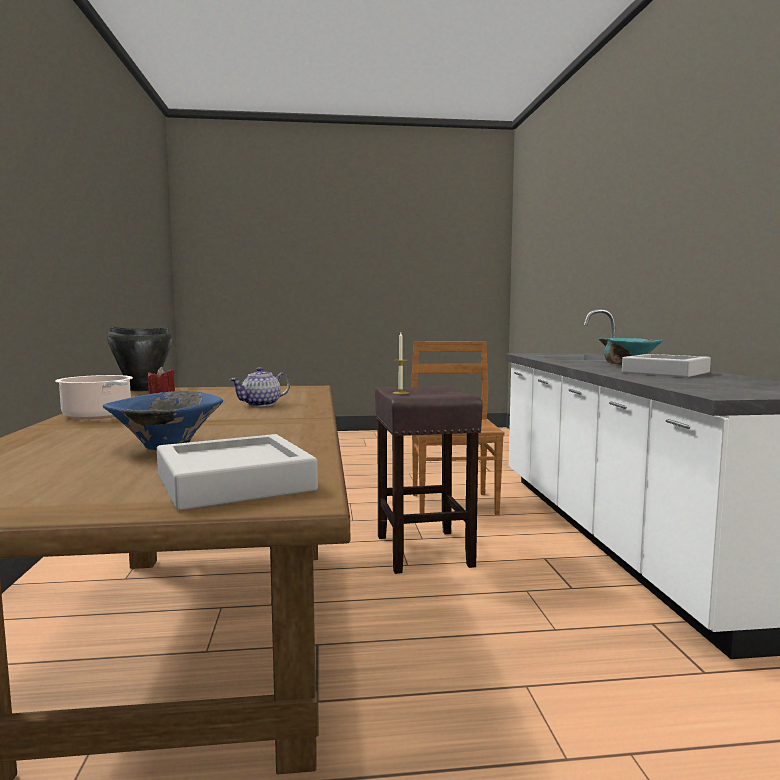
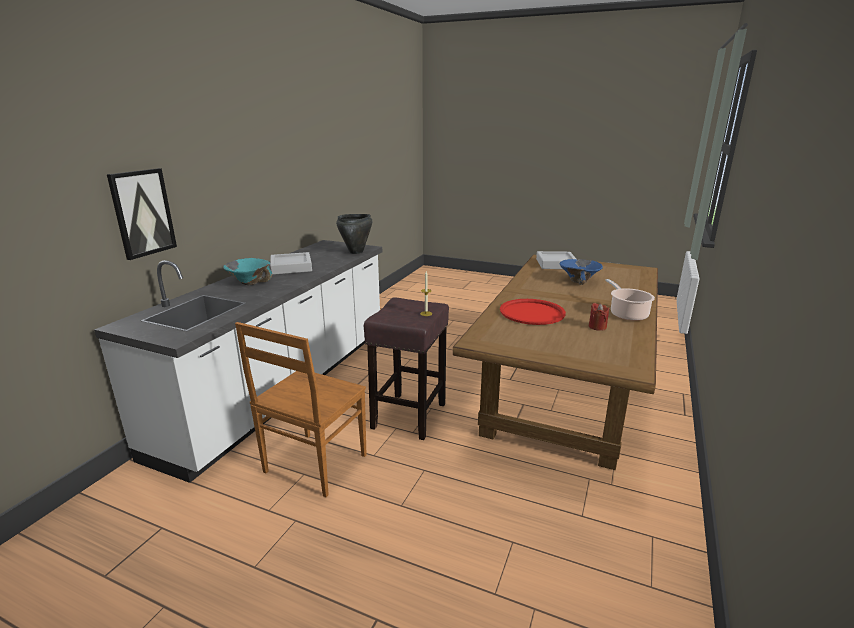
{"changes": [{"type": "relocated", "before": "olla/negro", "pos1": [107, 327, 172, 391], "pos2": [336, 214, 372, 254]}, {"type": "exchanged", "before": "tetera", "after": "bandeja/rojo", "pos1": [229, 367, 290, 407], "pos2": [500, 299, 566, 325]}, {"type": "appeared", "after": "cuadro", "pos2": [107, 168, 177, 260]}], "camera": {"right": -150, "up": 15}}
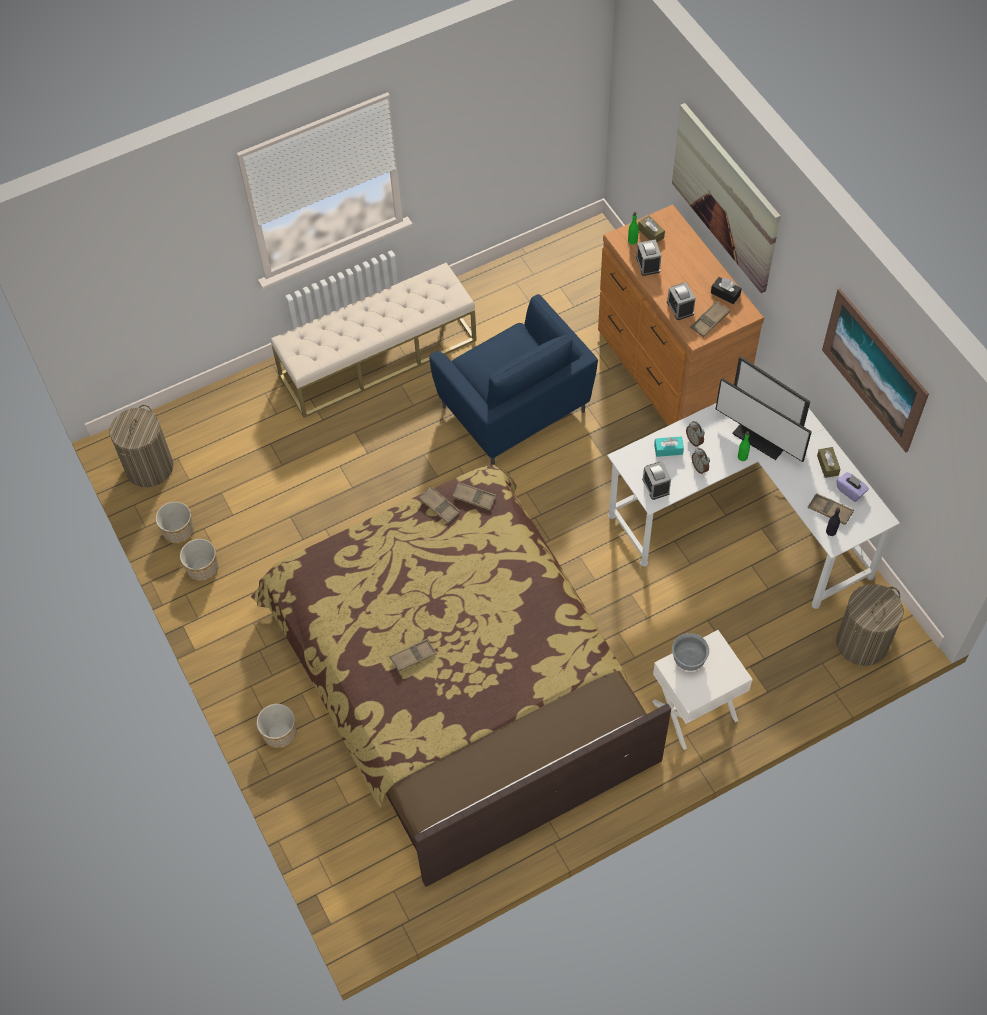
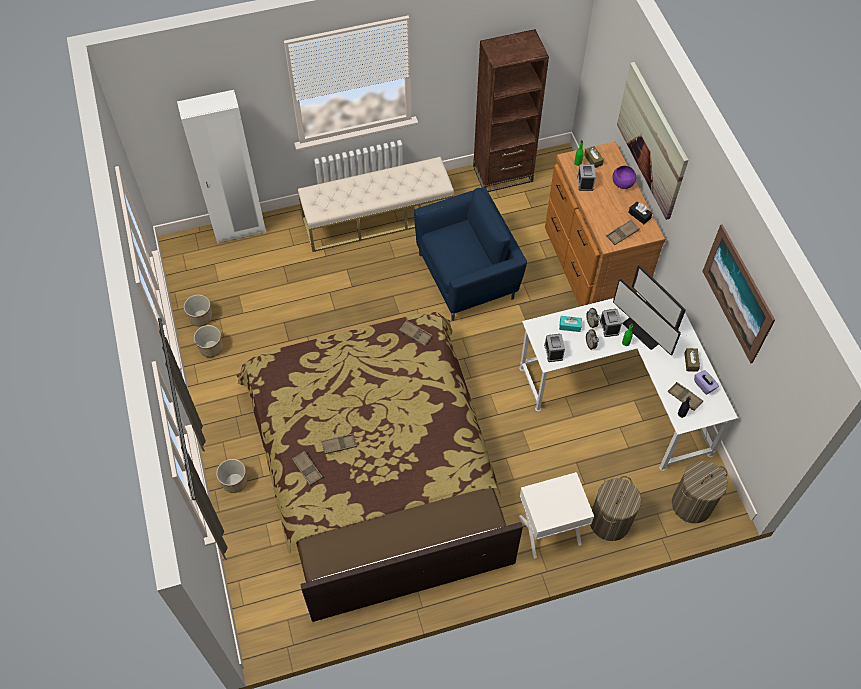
{"changes": [{"type": "relocated", "before": "cesto de la ropa", "pos1": [109, 405, 173, 487], "pos2": [590, 476, 641, 541]}, {"type": "relocated", "before": "bandeja/marrón", "pos1": [419, 487, 460, 524], "pos2": [292, 451, 323, 485]}, {"type": "spun", "before": "sillón/azul", "pos1": [429, 294, 598, 465], "pos2": [414, 187, 527, 321], "turn": -90}, {"type": "relocated", "before": "despertador", "pos1": [667, 282, 696, 320], "pos2": [600, 309, 622, 337]}, {"type": "missing", "before": "cuenco/gris", "pos1": [672, 633, 709, 671]}, {"type": "appeared", "after": "armario ropero/blanco", "pos2": [177, 90, 266, 243]}, {"type": "appeared", "after": "estantería/marrón", "pos2": [473, 29, 549, 192]}, {"type": "appeared", "after": "cuenco/morado", "pos2": [613, 166, 636, 189]}], "camera": {"right": 10, "up": 0}}
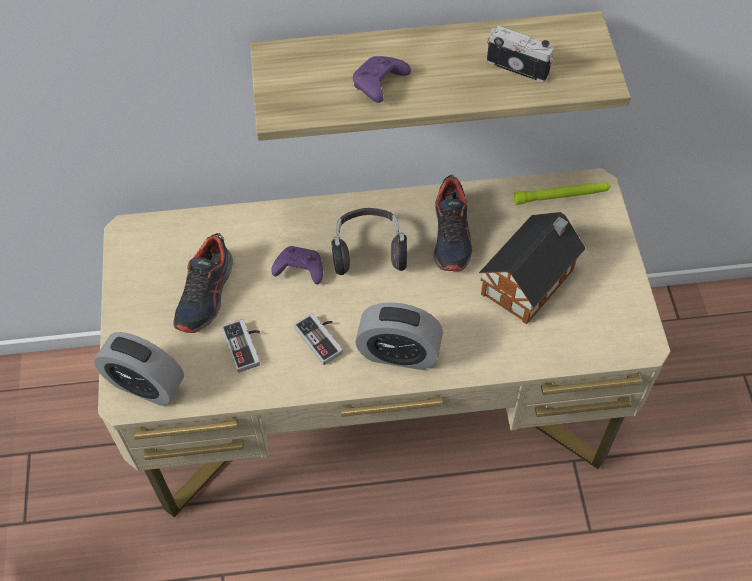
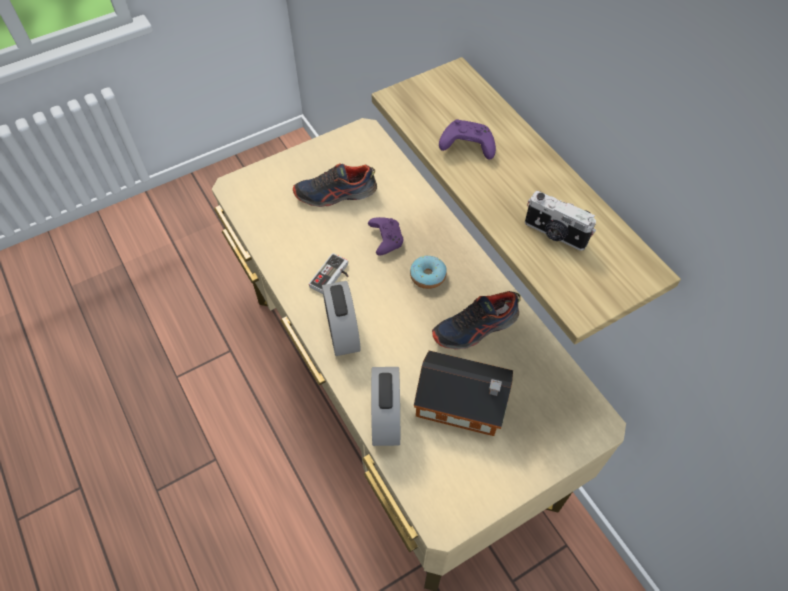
{"changes": [{"type": "relocated", "before": "despertador", "pos1": [94, 332, 184, 406], "pos2": [371, 367, 400, 446]}, {"type": "missing", "before": "mando de consola", "pos1": [222, 319, 260, 373]}, {"type": "exchanged", "before": "auriculares", "after": "rosquilla", "pos1": [331, 208, 407, 275], "pos2": [410, 256, 447, 289]}, {"type": "spun", "before": "cámara", "pos1": [487, 25, 554, 82], "pos2": [525, 191, 596, 251], "turn": 120}, {"type": "missing", "before": "linterna/verde", "pos1": [514, 182, 611, 205]}], "camera": {"right": 65, "up": 0}}
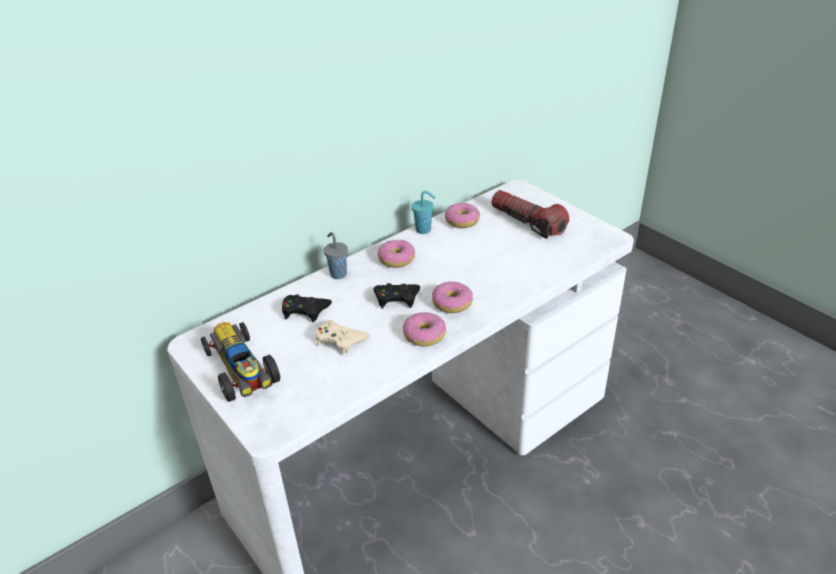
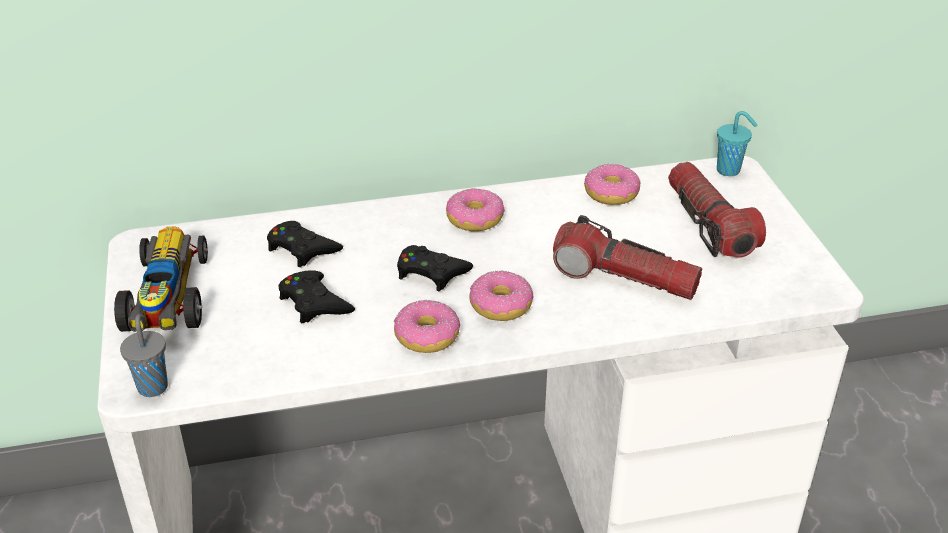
{"changes": [{"type": "colour", "before": "mando de consola/beis", "after": "mando de consola/negro", "pos1": [315, 320, 370, 355], "pos2": [279, 270, 355, 323]}, {"type": "relocated", "before": "taza/gris", "pos1": [324, 232, 348, 279], "pos2": [120, 314, 168, 397]}, {"type": "relocated", "before": "taza/turquesa", "pos1": [411, 191, 436, 234], "pos2": [717, 111, 757, 176]}, {"type": "appeared", "after": "linterna", "pos2": [553, 215, 702, 300]}], "camera": {"right": 25, "up": 0}}
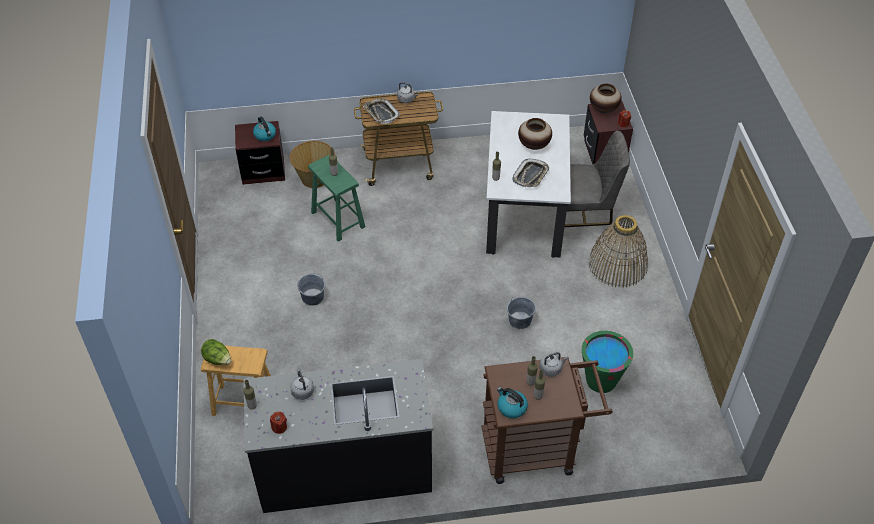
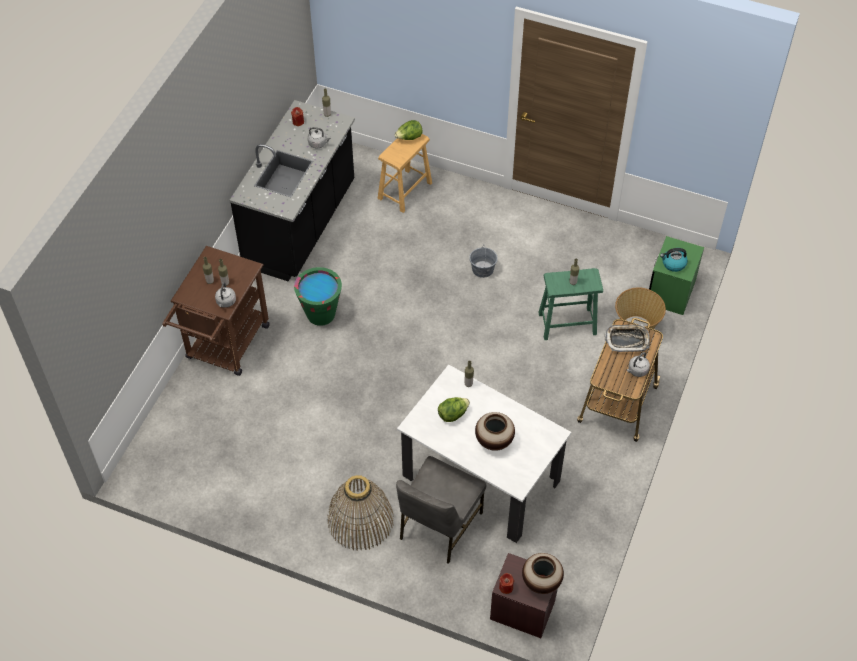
{"changes": [{"type": "colour", "before": "mesita de noche/marrón", "after": "mesita de noche/verde", "pos1": [235, 121, 285, 185], "pos2": [649, 236, 704, 315]}, {"type": "missing", "before": "hervidor", "pos1": [497, 387, 528, 418]}, {"type": "missing", "before": "cubo/gris", "pos1": [507, 297, 536, 329]}, {"type": "exchanged", "before": "bandeja", "after": "lechuga", "pos1": [512, 159, 549, 187], "pos2": [438, 397, 470, 422]}, {"type": "relocated", "before": "cubo/verde", "pos1": [582, 331, 633, 393], "pos2": [294, 267, 342, 326]}], "camera": {"right": 120, "up": 5}}
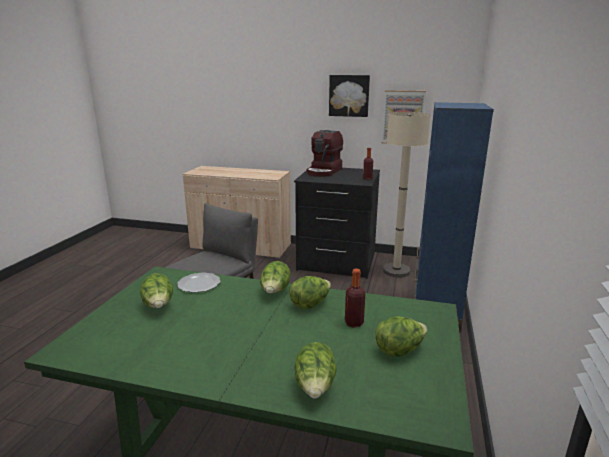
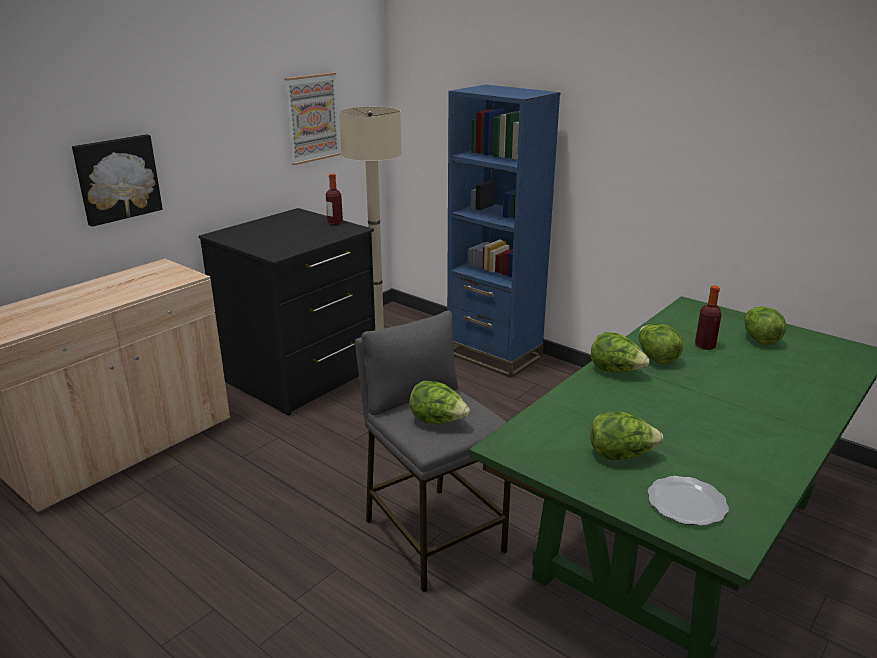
{"changes": [{"type": "relocated", "before": "plato", "pos1": [177, 272, 221, 293], "pos2": [647, 476, 729, 526]}, {"type": "relocated", "before": "lechuga", "pos1": [294, 342, 337, 398], "pos2": [409, 380, 470, 424]}, {"type": "missing", "before": "cafetera", "pos1": [307, 130, 343, 177]}, {"type": "relocated", "before": "cuadro", "pos1": [329, 75, 370, 117], "pos2": [72, 134, 163, 227]}], "camera": {"right": -65, "up": 5}}
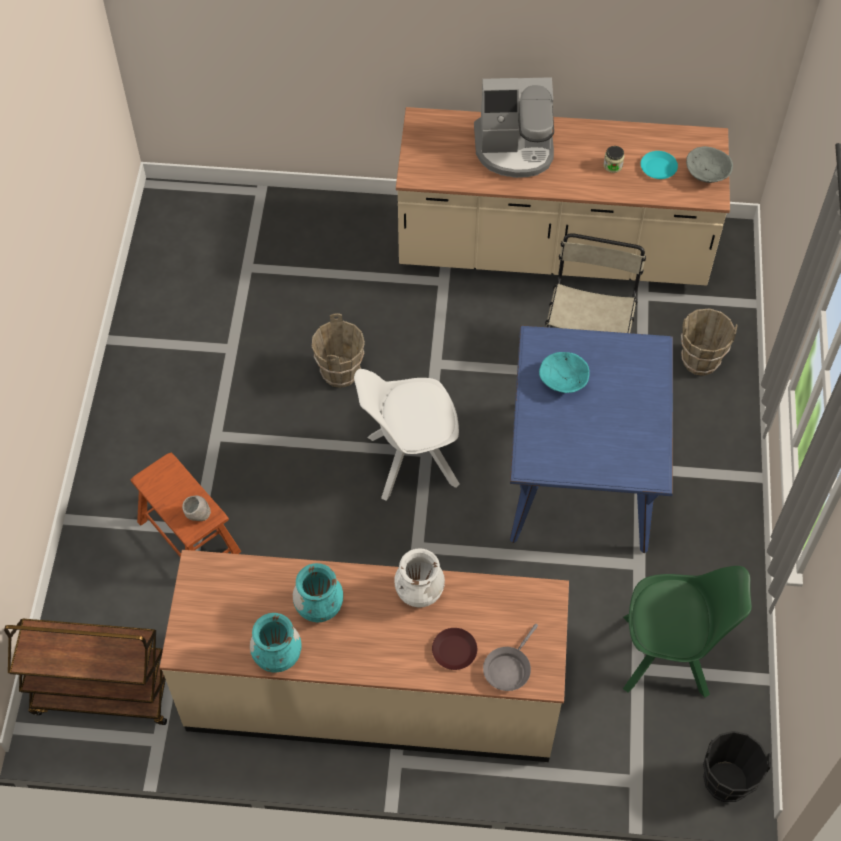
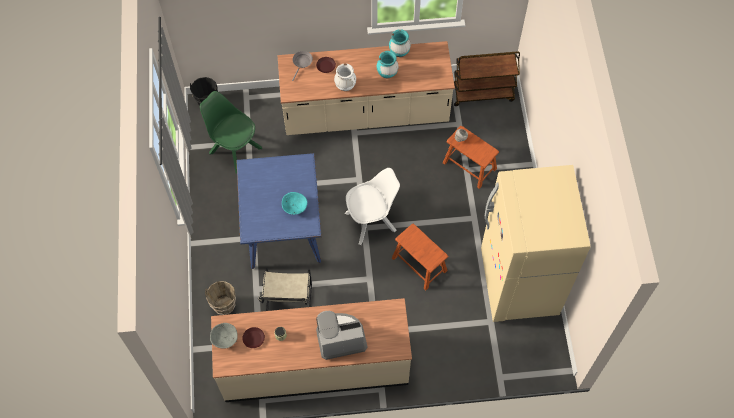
{"changes": [{"type": "exchanged", "before": "cubo/marrón", "after": "taburete/marrón", "pos1": [312, 313, 365, 388], "pos2": [392, 224, 448, 290]}, {"type": "spun", "before": "silla/verde", "pos1": [623, 566, 752, 698], "pos2": [200, 91, 262, 174], "turn": 45}, {"type": "colour", "before": "plato/turquesa", "after": "plato/marrón", "pos1": [641, 151, 678, 179], "pos2": [242, 327, 265, 348]}, {"type": "appeared", "after": "nevera/beis", "pos2": [481, 165, 590, 322]}], "camera": {"right": 170, "up": 5}}
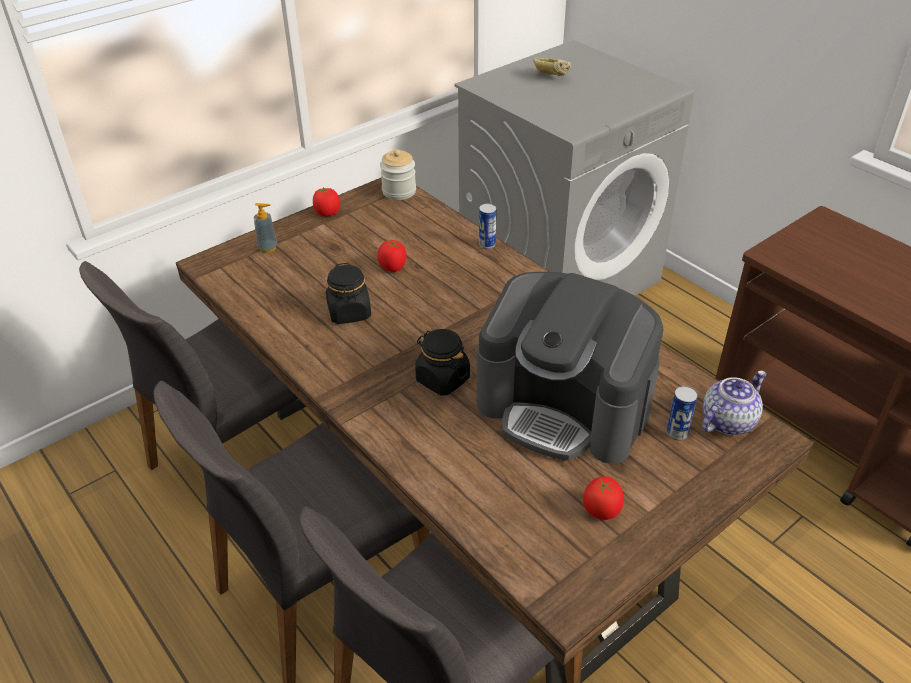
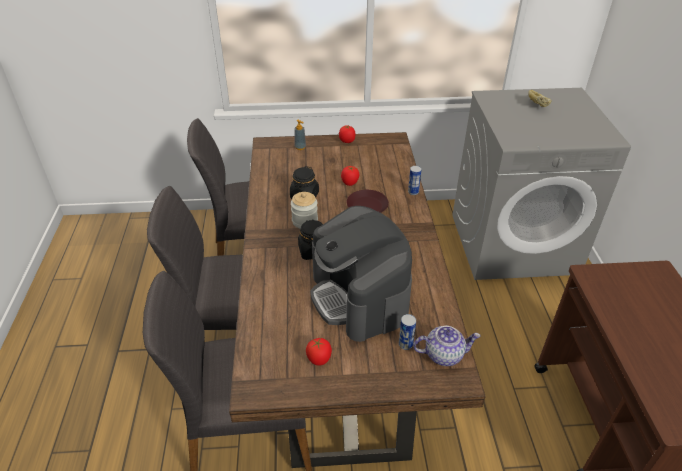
{"changes": [{"type": "relocated", "before": "tarro", "pos1": [380, 149, 416, 200], "pos2": [291, 192, 318, 228]}, {"type": "appeared", "after": "plato/marrón", "pos2": [346, 190, 389, 213]}], "camera": {"right": 35, "up": 0}}
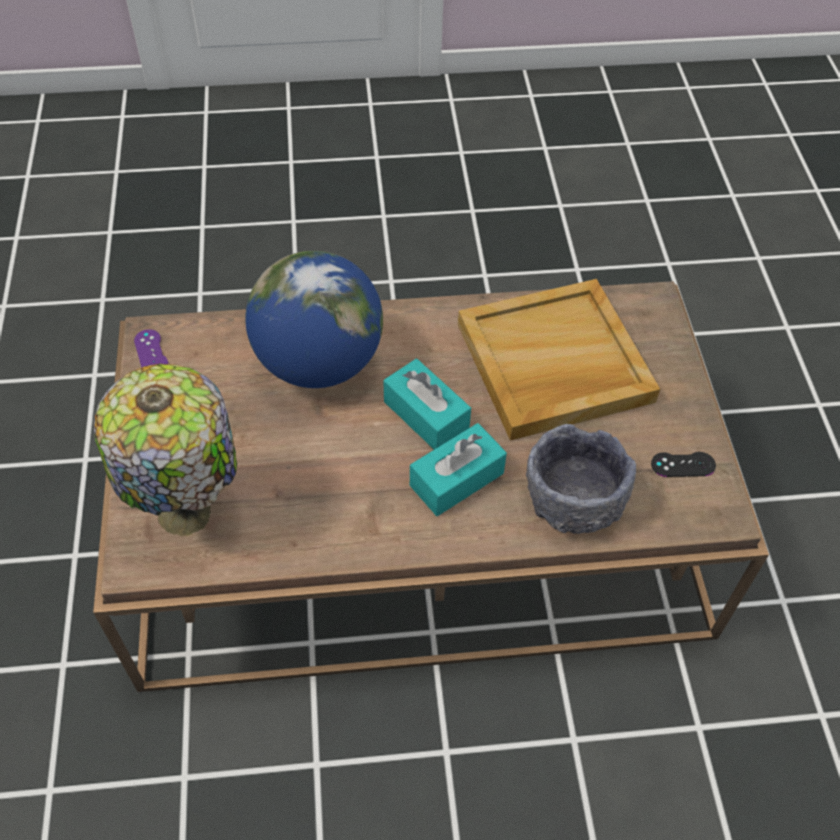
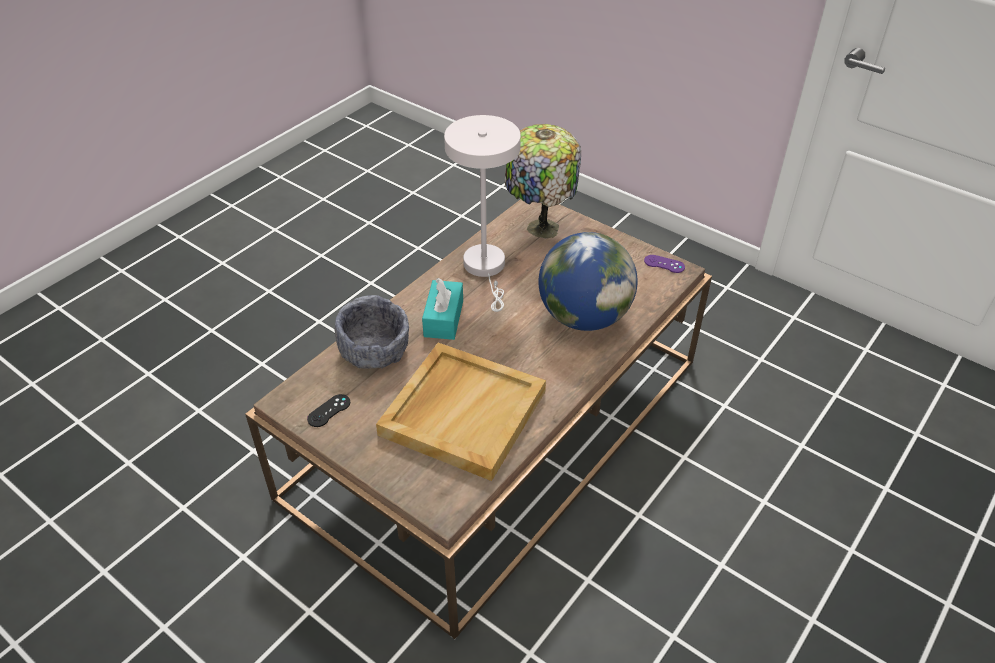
{"changes": [{"type": "missing", "before": "caja de pañuelos/turquesa", "pos1": [384, 359, 471, 450]}, {"type": "appeared", "after": "lámpara de mesa/blanco", "pos2": [444, 115, 521, 312]}], "camera": {"right": 135, "up": -10}}
